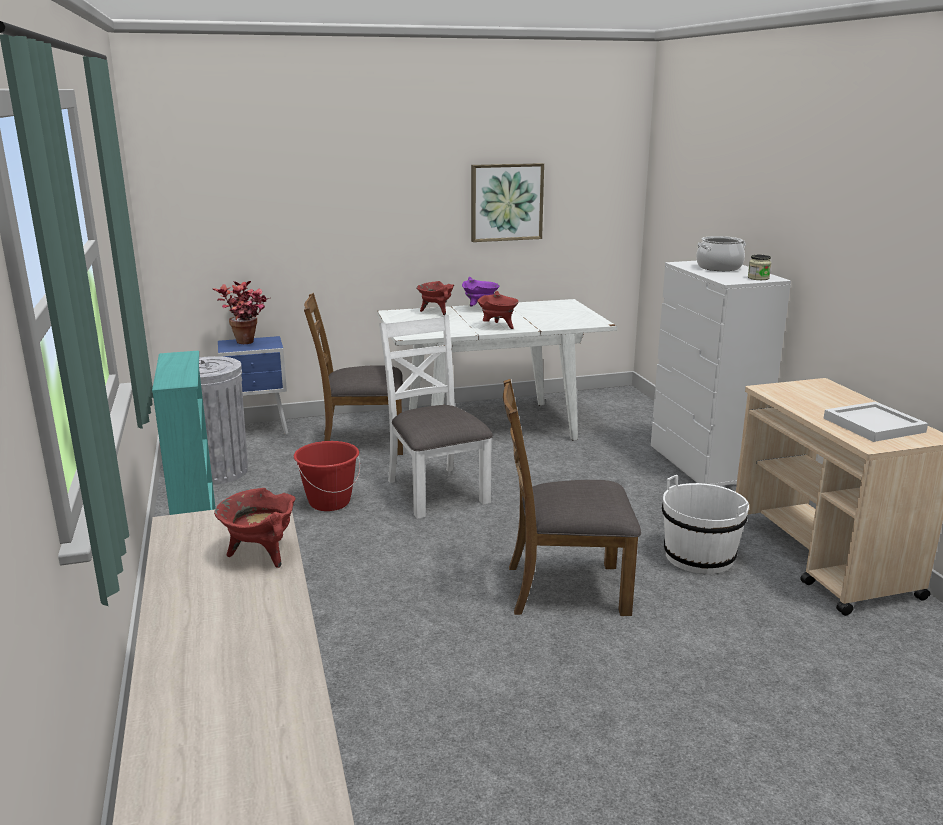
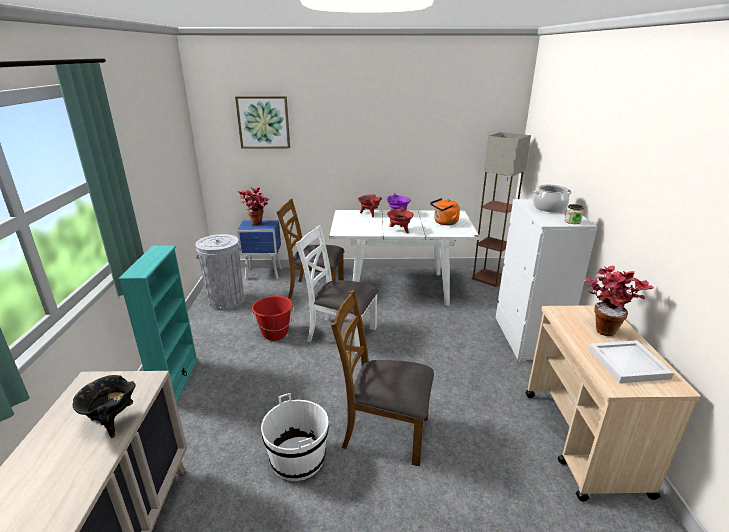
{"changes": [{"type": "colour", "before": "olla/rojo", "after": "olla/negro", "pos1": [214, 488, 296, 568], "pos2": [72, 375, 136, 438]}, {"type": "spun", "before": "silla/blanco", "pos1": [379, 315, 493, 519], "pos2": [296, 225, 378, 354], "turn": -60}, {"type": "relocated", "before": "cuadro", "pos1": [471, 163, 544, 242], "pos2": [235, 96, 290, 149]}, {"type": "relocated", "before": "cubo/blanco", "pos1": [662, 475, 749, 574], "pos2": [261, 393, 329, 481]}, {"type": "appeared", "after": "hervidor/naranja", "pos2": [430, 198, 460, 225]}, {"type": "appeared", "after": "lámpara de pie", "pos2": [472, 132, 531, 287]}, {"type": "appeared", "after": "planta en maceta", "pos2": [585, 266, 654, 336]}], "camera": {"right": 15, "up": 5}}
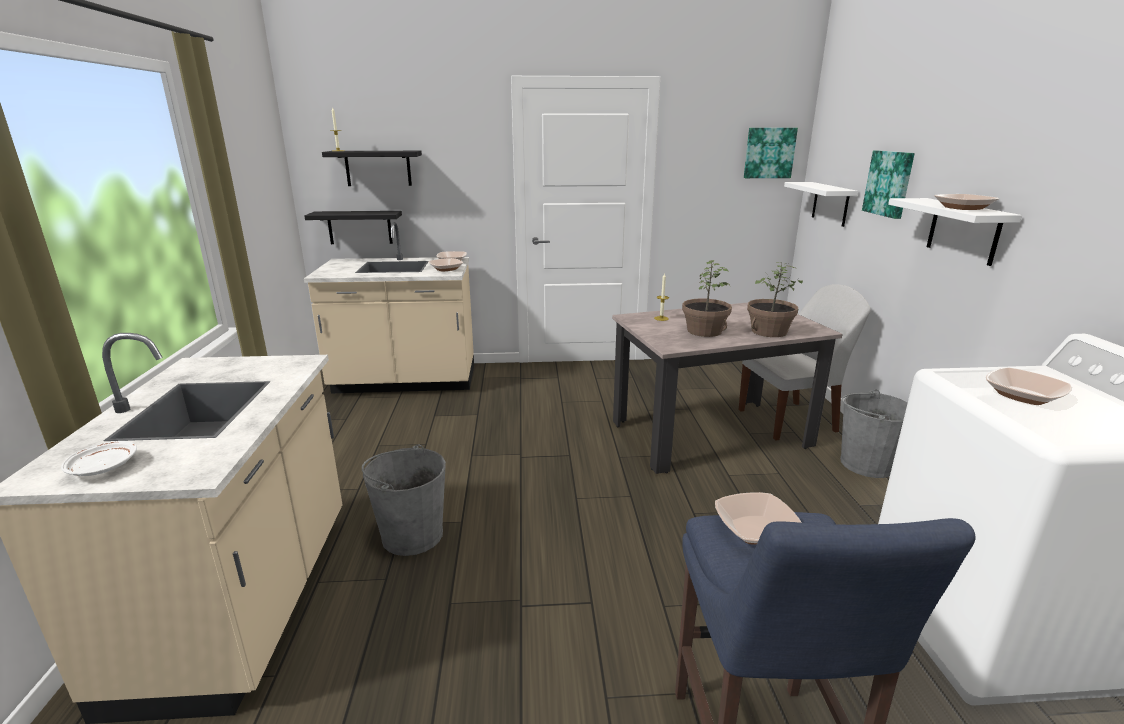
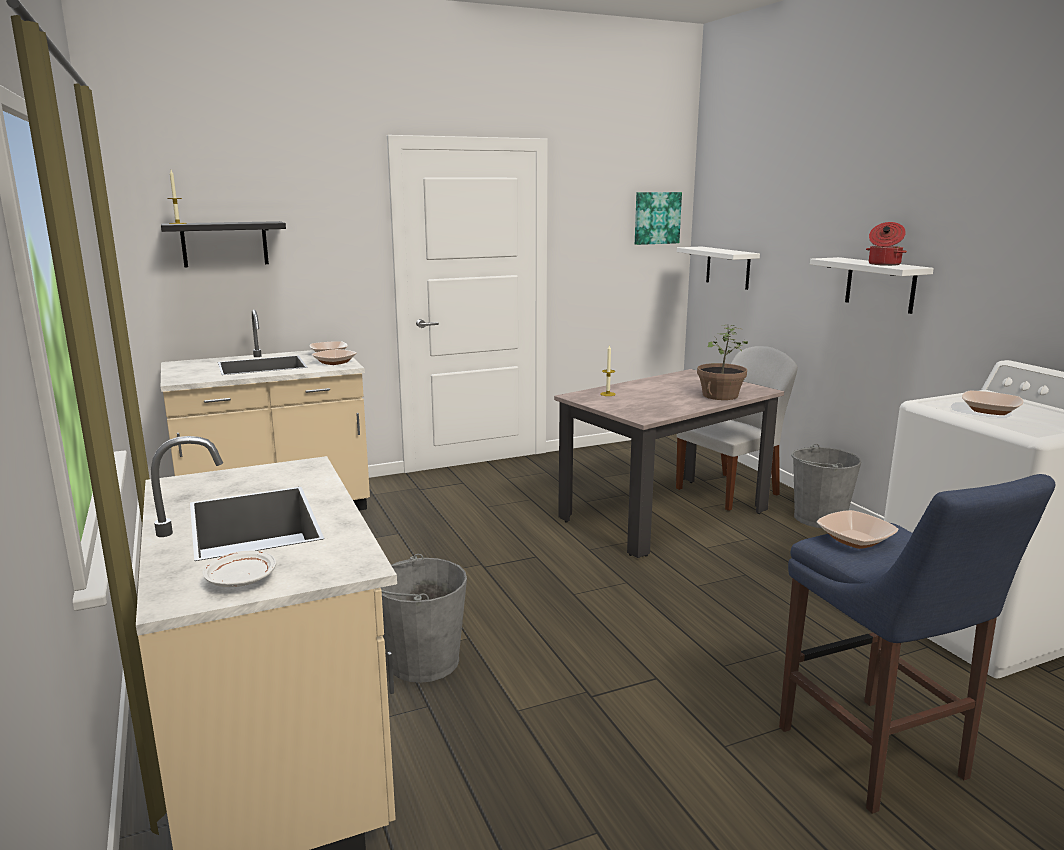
{"changes": [{"type": "missing", "before": "estante/negro", "pos1": [304, 211, 402, 244]}, {"type": "missing", "before": "planta en maceta", "pos1": [682, 260, 732, 337]}, {"type": "missing", "before": "cuadro", "pos1": [862, 150, 915, 219]}, {"type": "exchanged", "before": "cuenco", "after": "olla", "pos1": [934, 194, 1000, 210], "pos2": [866, 222, 907, 266]}], "camera": {"right": -20, "up": -5}}
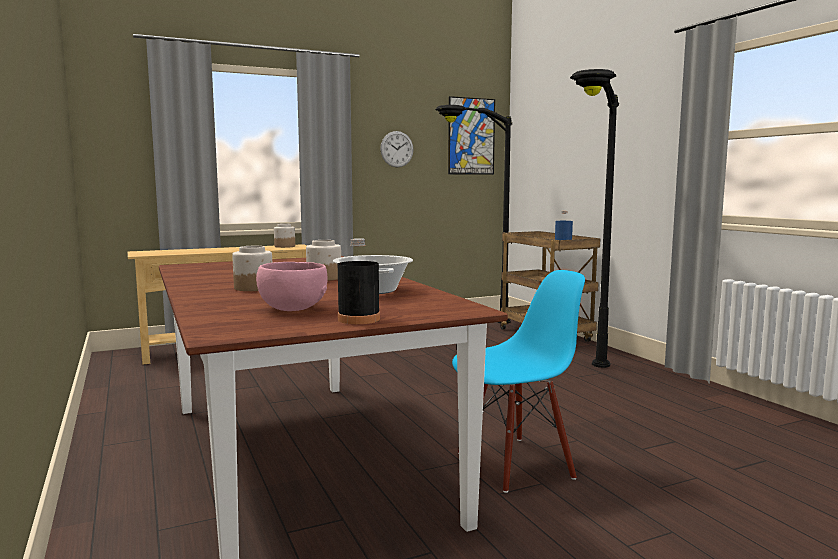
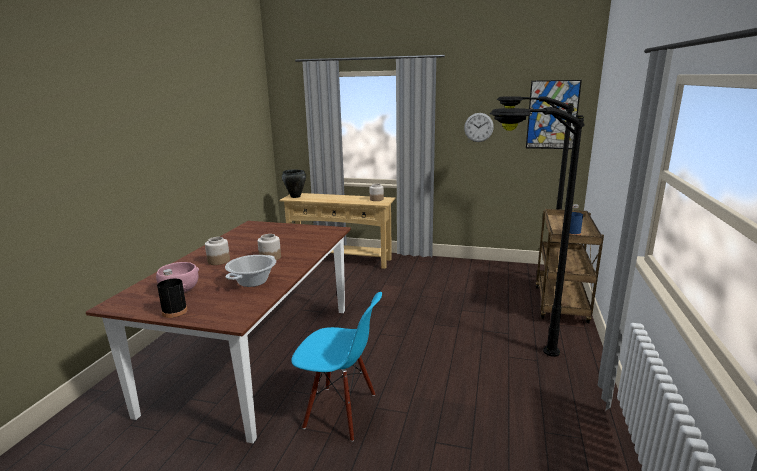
{"changes": [{"type": "appeared", "after": "olla/negro", "pos2": [282, 170, 306, 198]}], "camera": {"right": 40, "up": 10}}
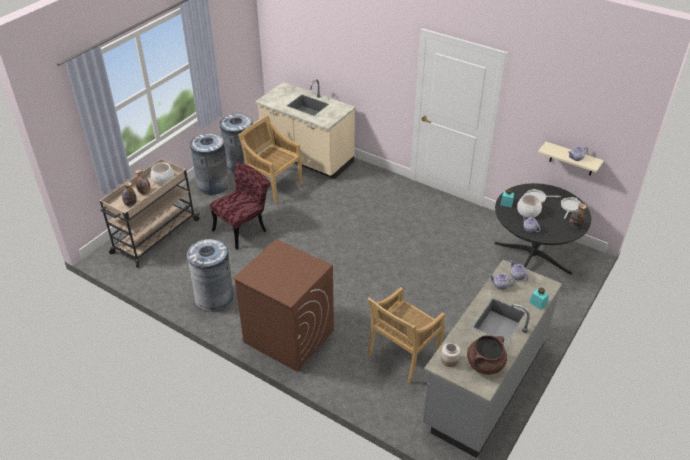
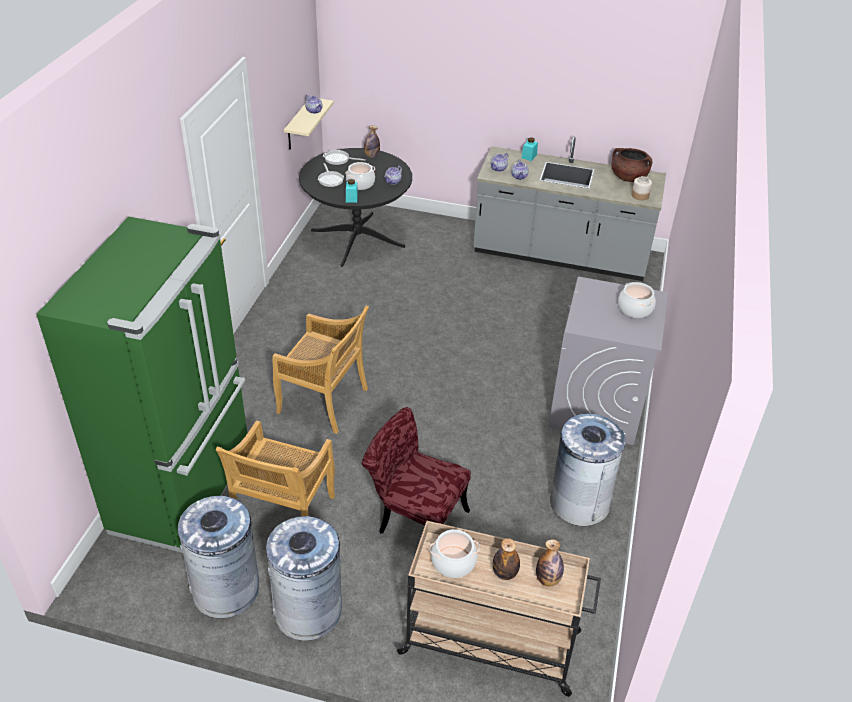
{"changes": [{"type": "colour", "before": "lavadora/marrón", "after": "lavadora/gris", "pos1": [233, 239, 334, 372], "pos2": [549, 277, 668, 445]}, {"type": "exchanged", "before": "mueble bajo de cocina/beis", "after": "nevera/verde", "pos1": [255, 79, 356, 179], "pos2": [36, 216, 247, 553]}, {"type": "relocated", "before": "silla/beis", "pos1": [367, 287, 445, 384], "pos2": [272, 305, 369, 434]}, {"type": "appeared", "after": "olla", "pos2": [618, 282, 656, 318]}], "camera": {"right": -110, "up": 0}}
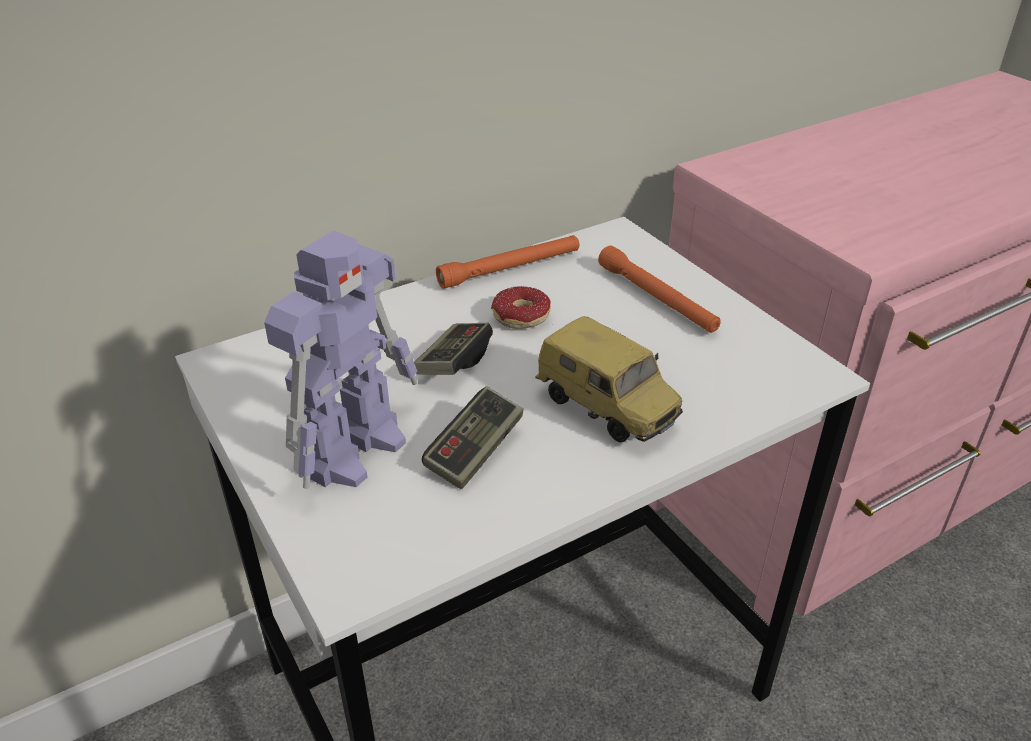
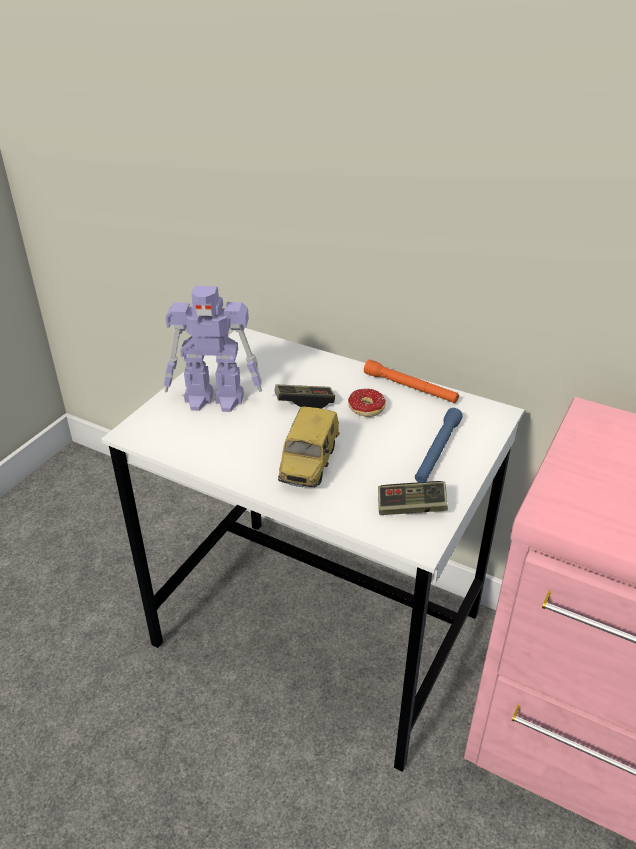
{"changes": [{"type": "relocated", "before": "mando de consola", "pos1": [422, 386, 524, 489], "pos2": [378, 481, 448, 515]}, {"type": "colour", "before": "linterna/naranja", "after": "linterna/azul", "pos1": [598, 246, 720, 333], "pos2": [415, 408, 463, 482]}], "camera": {"right": 60, "up": 0}}
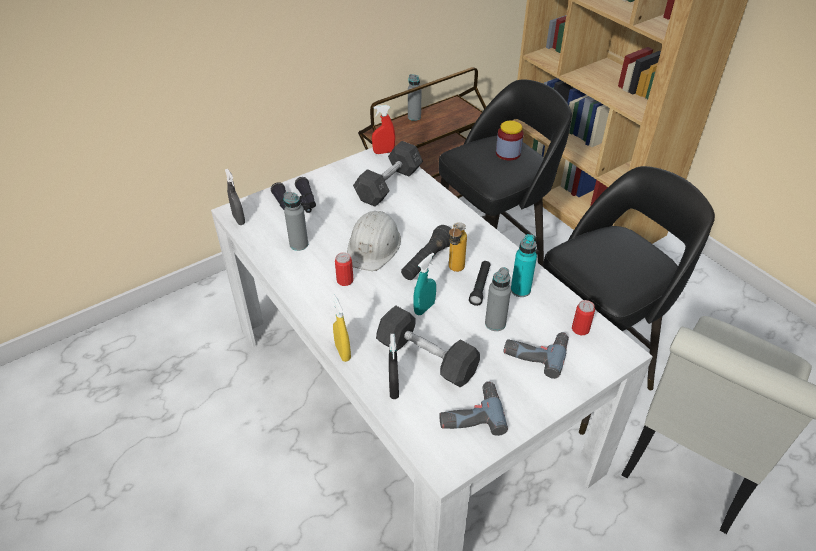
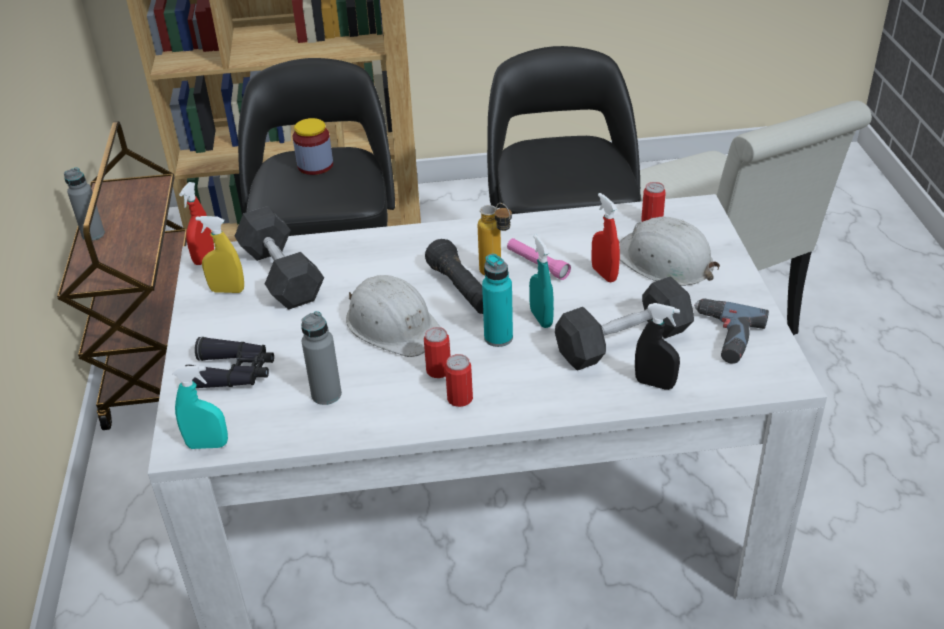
{"changes": [{"type": "colour", "before": "pulverizador/gris", "after": "pulverizador/turquesa", "pos1": [225, 169, 245, 225], "pos2": [172, 365, 228, 449]}, {"type": "relocated", "before": "pulverizador/amarillo", "pos1": [333, 295, 351, 362], "pos2": [196, 216, 244, 293]}, {"type": "colour", "before": "linterna/negro", "after": "linterna/rosa", "pos1": [469, 261, 491, 306], "pos2": [507, 238, 571, 280]}, {"type": "exchanged", "before": "botella/gris", "after": "pulverizador/rojo", "pos1": [485, 267, 511, 331], "pos2": [591, 193, 620, 282]}, {"type": "exchanged", "before": "taladro", "after": "casco/blanco", "pos1": [503, 332, 569, 379], "pos2": [619, 217, 720, 286]}, {"type": "relocated", "before": "botella/turquesa", "pos1": [511, 234, 537, 297], "pos2": [482, 254, 513, 347]}, {"type": "appeared", "after": "lata", "pos2": [445, 354, 473, 407]}], "camera": {"right": -60, "up": -5}}
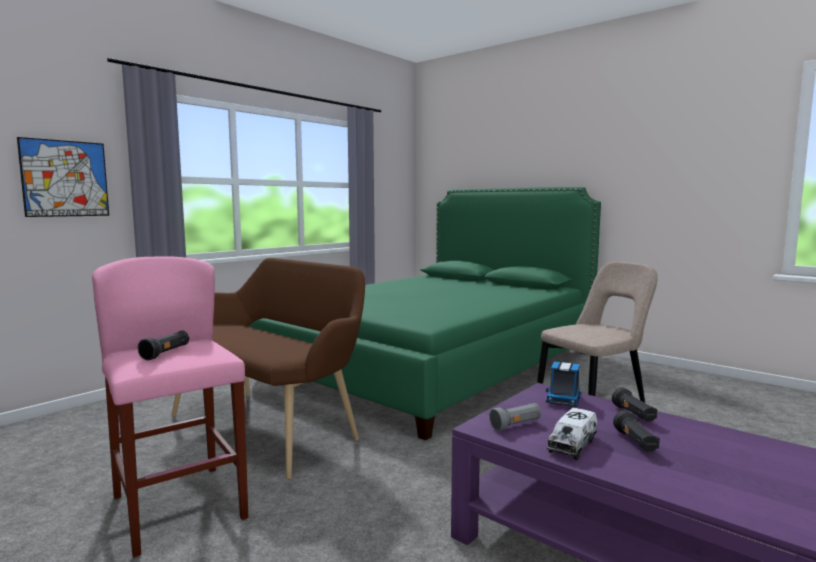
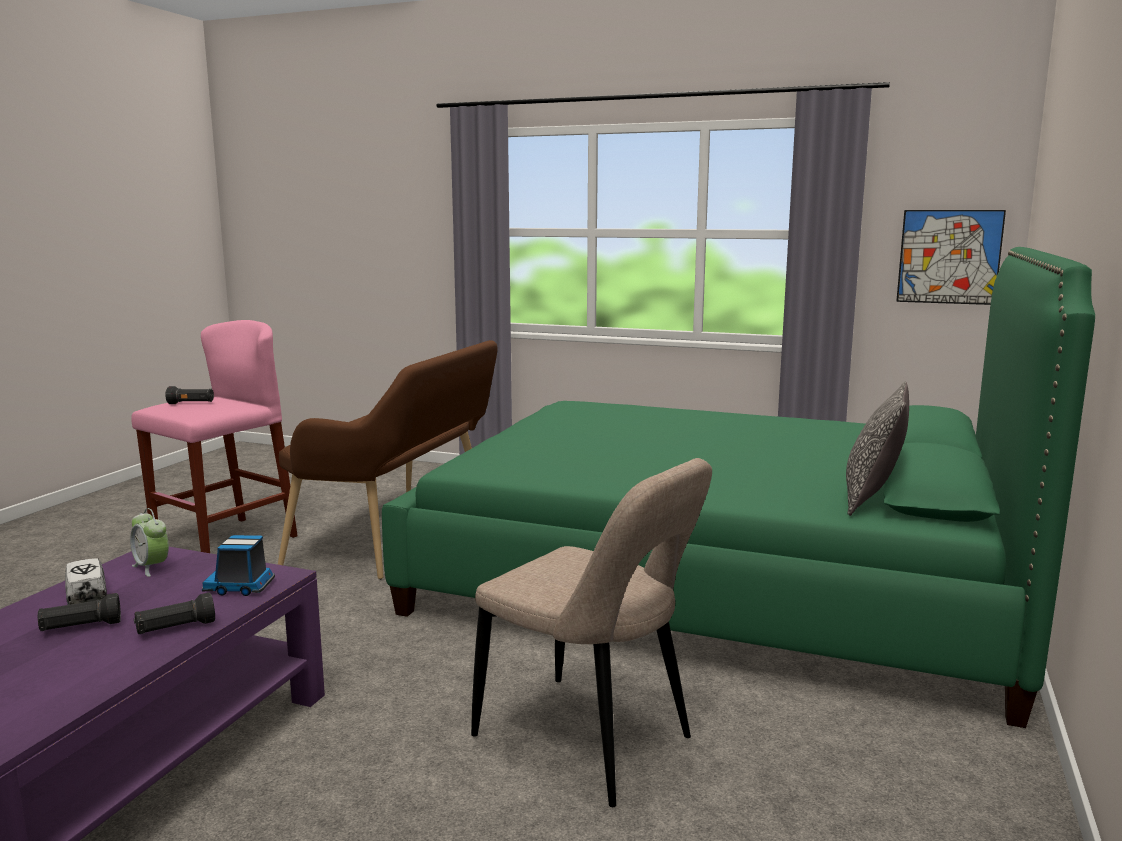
{"changes": [{"type": "relocated", "before": "cuadro", "pos1": [17, 137, 109, 217], "pos2": [896, 210, 1006, 305]}, {"type": "exchanged", "before": "linterna/gris", "after": "despertador", "pos1": [489, 403, 541, 431], "pos2": [130, 508, 169, 577]}, {"type": "spun", "before": "camión de juguete", "pos1": [547, 408, 597, 460], "pos2": [65, 558, 107, 605], "turn": 45}, {"type": "appeared", "after": "cojín", "pos2": [846, 381, 909, 516]}], "camera": {"right": 70, "up": 5}}
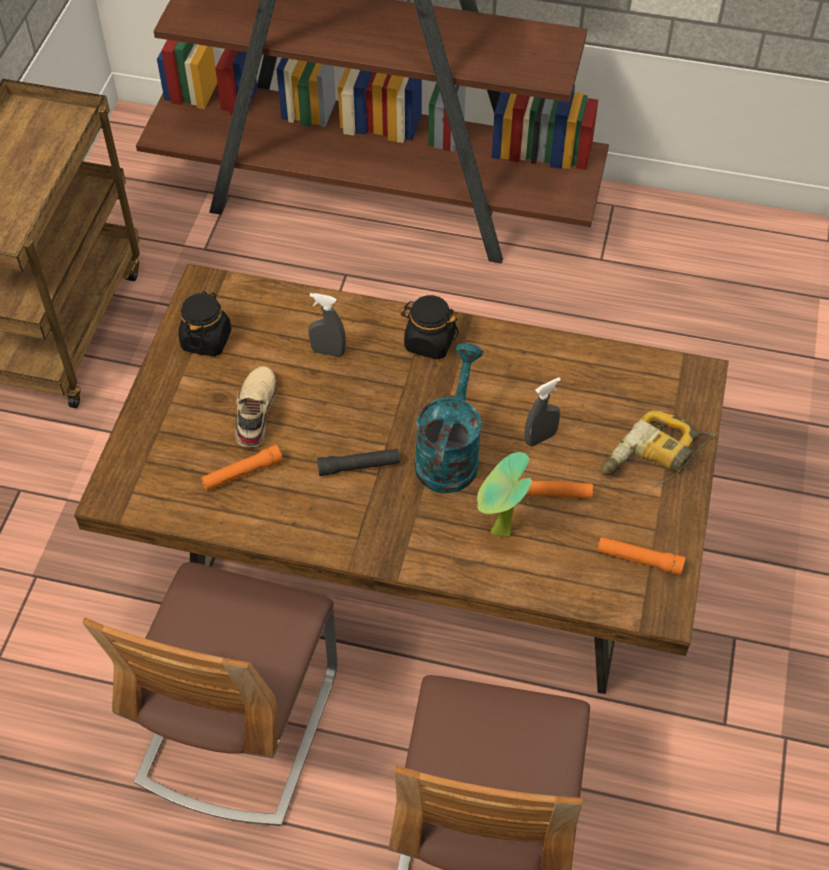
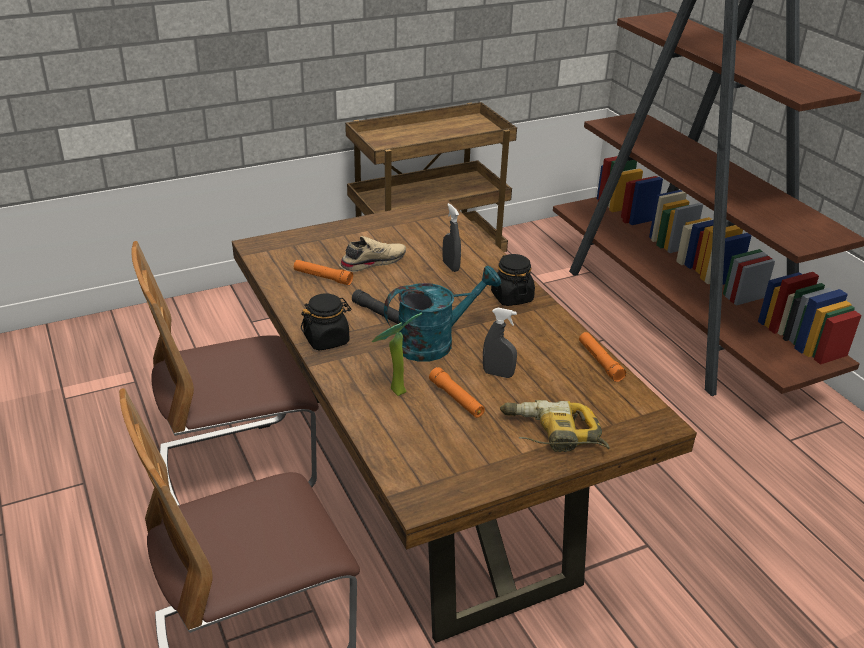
{"changes": [{"type": "relocated", "before": "tarro/negro", "pos1": [178, 291, 231, 357], "pos2": [301, 294, 351, 351]}, {"type": "relocated", "before": "linterna/naranja", "pos1": [597, 537, 685, 575], "pos2": [579, 332, 626, 382]}], "camera": {"right": 50, "up": -20}}
